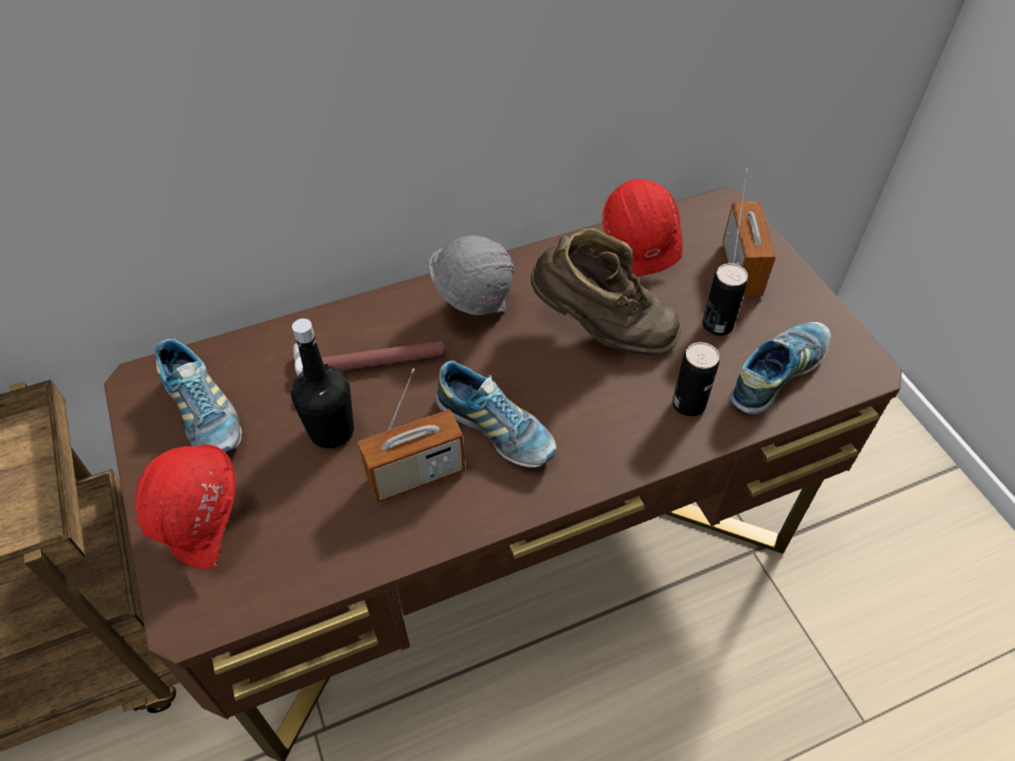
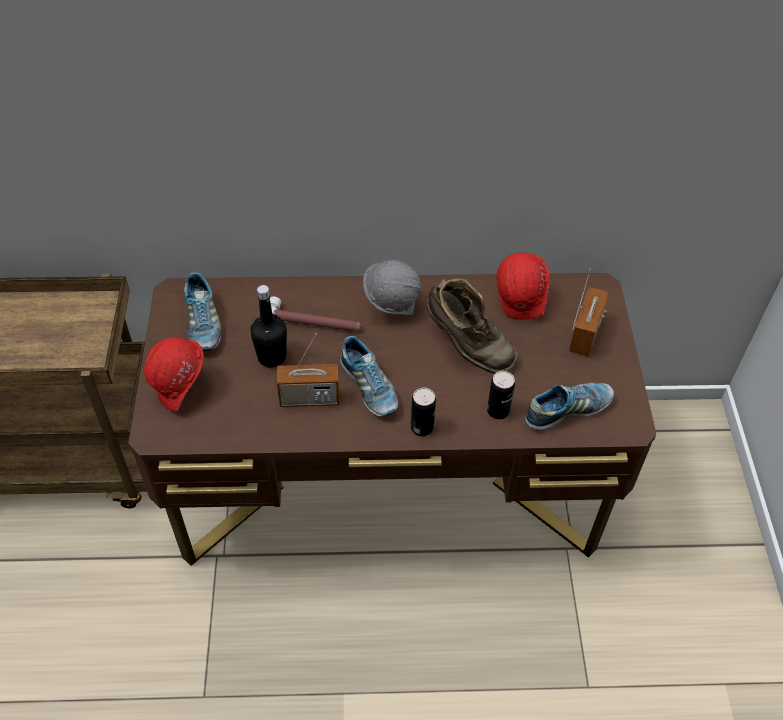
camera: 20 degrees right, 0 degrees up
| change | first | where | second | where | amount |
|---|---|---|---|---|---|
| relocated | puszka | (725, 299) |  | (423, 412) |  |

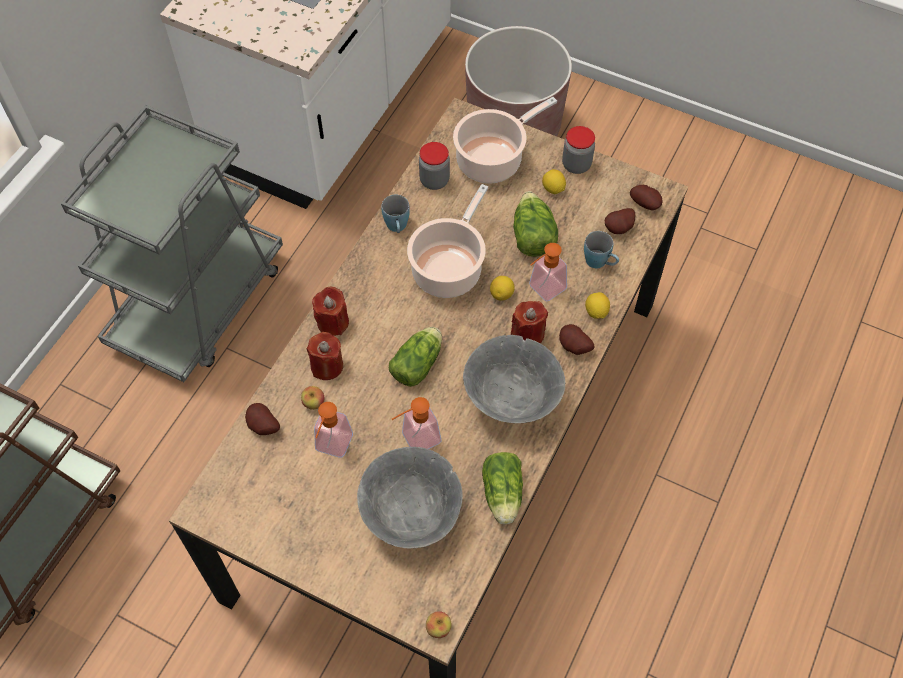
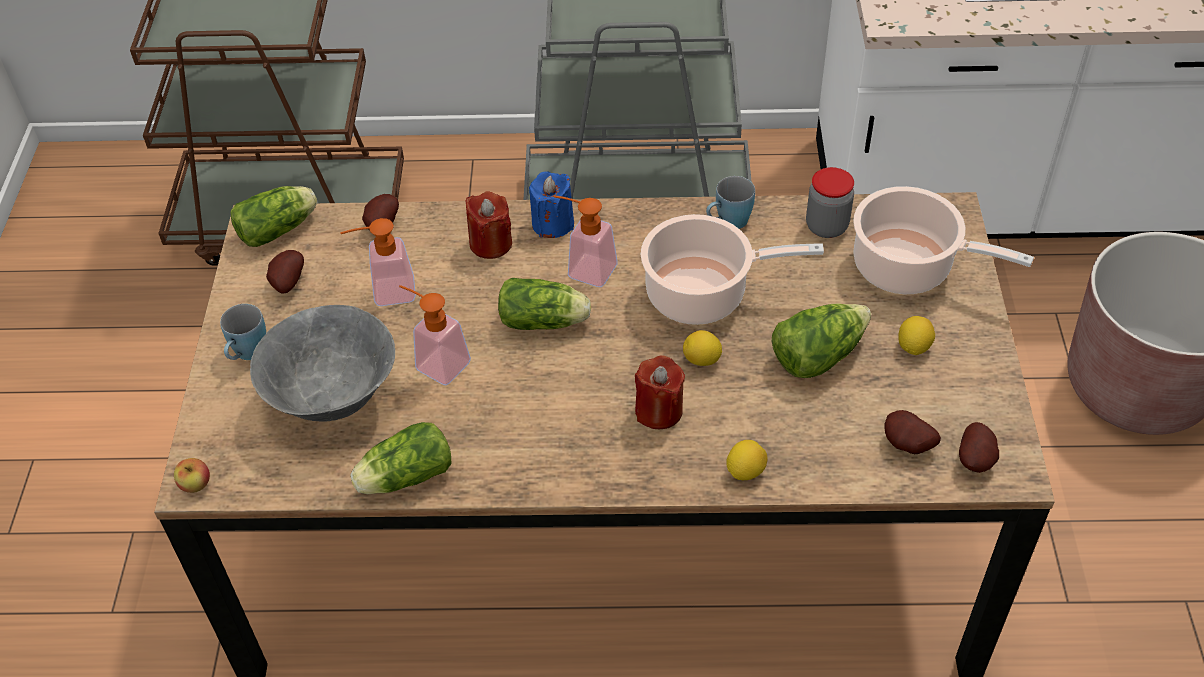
camera: 65 degrees right, 10 degrees down
| change | first | where | second | where | amount |
|---|---|---|---|---|---|
| missing | słoik | (578, 150) |  |  |  |
| relocated | kubek [niebieski] | (601, 249) |  | (243, 332) |  |
| relocated | dozownik mydła | (548, 272) |  | (585, 241) |  |
| colour | świeca [czerwony] | (330, 311) | świeca [niebieski] | (551, 204) |  |
| relocated | ziemniak | (576, 339) |  | (285, 272) |  |
| missing | miska [szary] | (514, 379) |  |  |  |
| missing | jabłko | (312, 398) |  |  |  |
| appeared |  |  | sałata | (273, 216) |  |

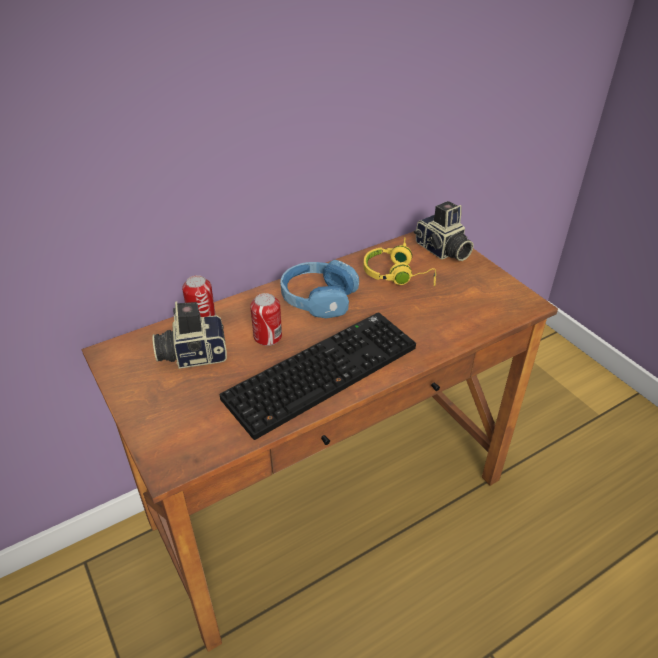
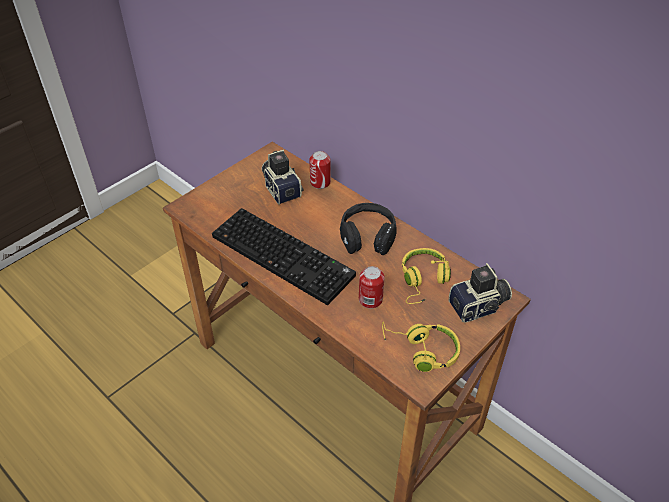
camera: 75 degrees right, 5 degrees up
| change | first | where | second | where | amount |
|---|---|---|---|---|---|
| spun | aparat fotograficzny | (444, 231) |  | (480, 293) | 150 degrees counterclockwise |
| colour | słuchawki [niebieski] | (319, 289) | słuchawki [czarny] | (368, 229) |  |
| relocated | puszka | (266, 319) |  | (372, 287) |  |
| appeared |  |  | słuchawki [żółty] | (421, 347) |  |

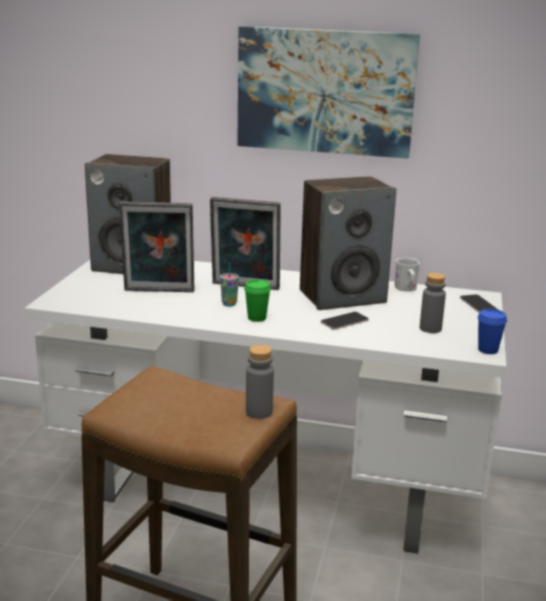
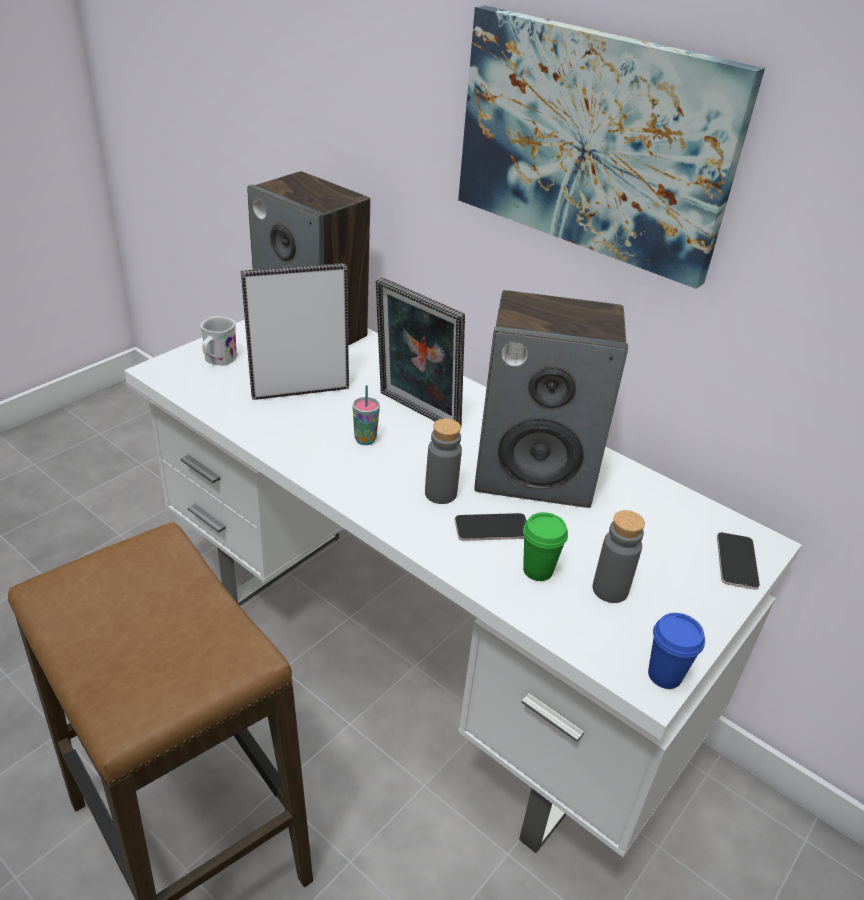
camera: 25 degrees right, 15 degrees up
| change | first | where | second | where | amount |
|---|---|---|---|---|---|
| spun | ramka na zdjęcie | (157, 247) |  | (295, 331) | 135 degrees clockwise |
| relocated | kubek [biały] | (407, 274) |  | (218, 341) |  |
| relocated | filiżanka [zielony] | (257, 300) |  | (545, 546) |  |
| relocated | butelka [szary] | (260, 382) |  | (443, 461) |  |

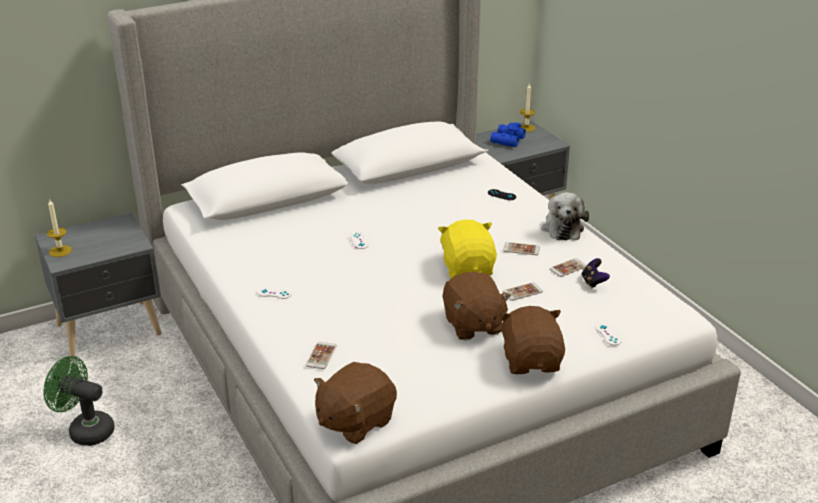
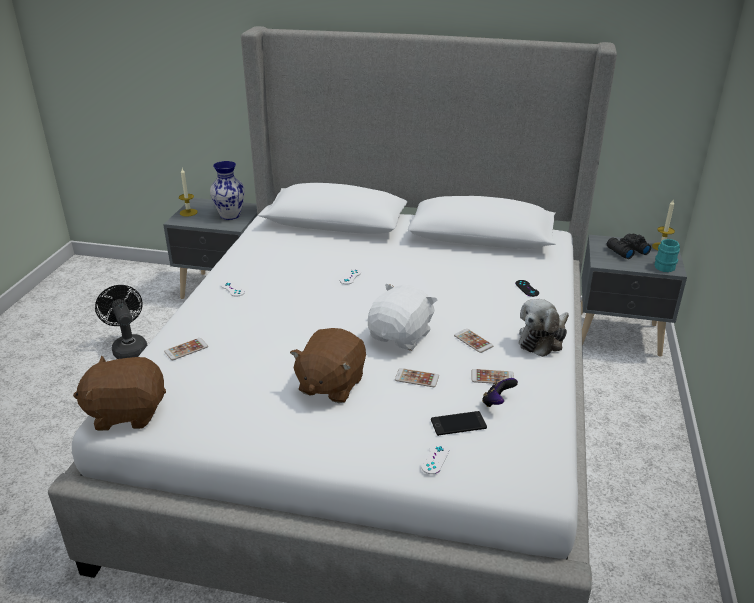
camera: 40 degrees right, 0 degrees up
| change | first | where | second | where | amount |
|---|---|---|---|---|---|
| colour | lornetka [niebieski] | (508, 134) | lornetka [czarny] | (629, 246) |  |
| colour | pluszak [żółty] | (467, 249) | pluszak [biały] | (402, 316) |  |
| missing | pluszak [brązowy] | (532, 340) |  |  |  |
| colour | wentylator [zielony] | (79, 401) | wentylator [czarny] | (121, 322) |  |
| appeared |  |  | wazon | (227, 190) |  |
| appeared |  |  | kubek [turkusowy] | (667, 255) |  |
| appeared |  |  | telefon | (459, 423) |  |

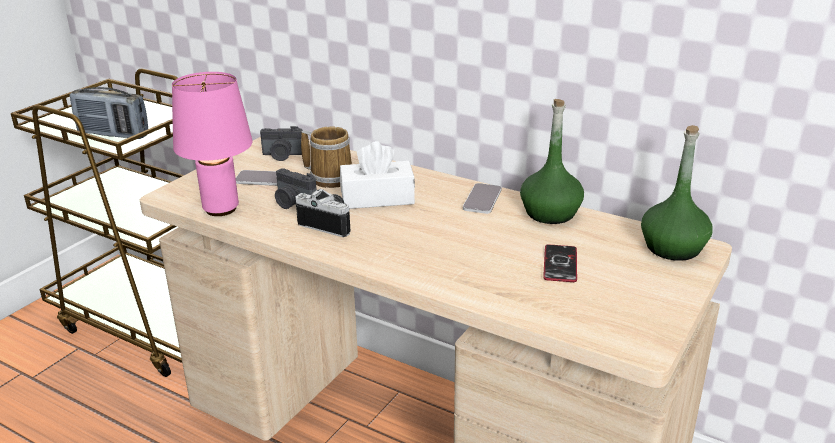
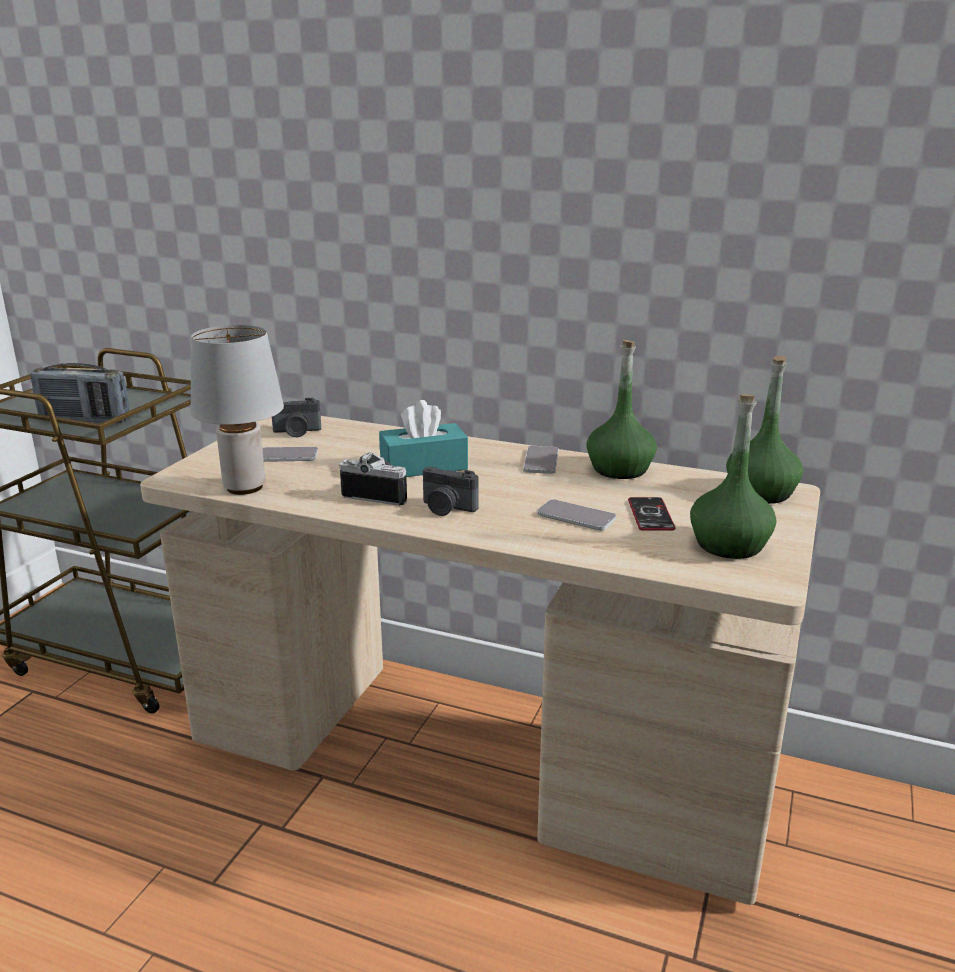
camera: 10 degrees left, 5 degrees down
| change | first | where | second | where | amount |
|---|---|---|---|---|---|
| colour | lampa stołowa [różowy] | (212, 144) | lampa stołowa [szary] | (237, 410) |  |
| missing | kubek | (326, 157) |  |  |  |
| colour | pudełko chusteczek [biały] | (377, 175) | pudełko chusteczek [turkusowy] | (423, 438) |  |
| relocated | aparat fotograficzny | (296, 188) |  | (451, 491) |  |
| appeared |  |  | butelka [zielony] | (733, 476) |  |
| appeared |  |  | telefon | (576, 514) |  |

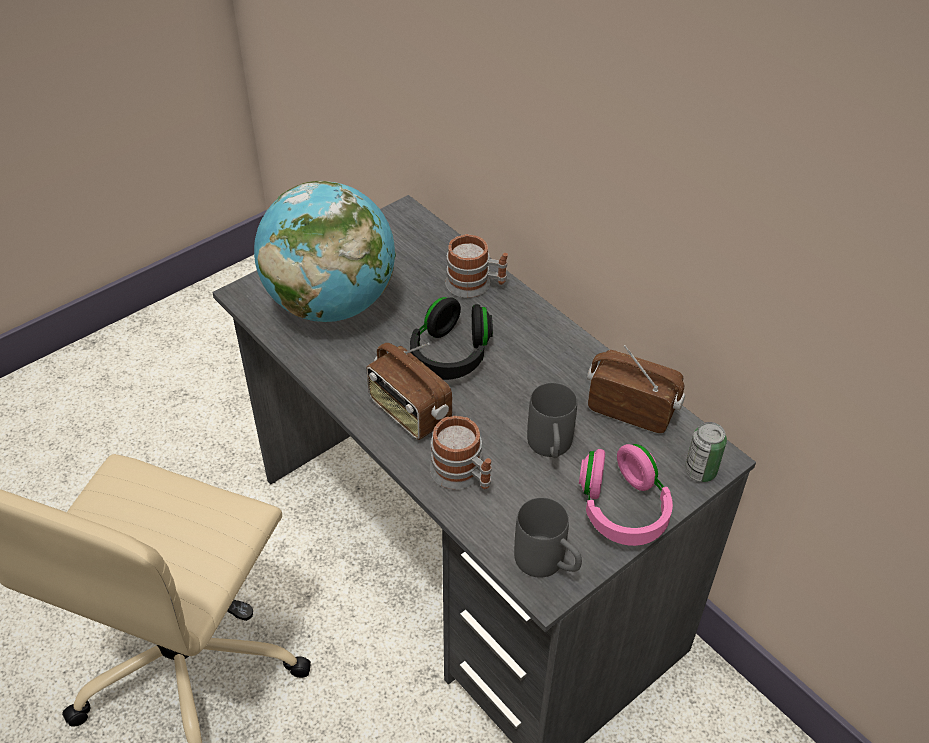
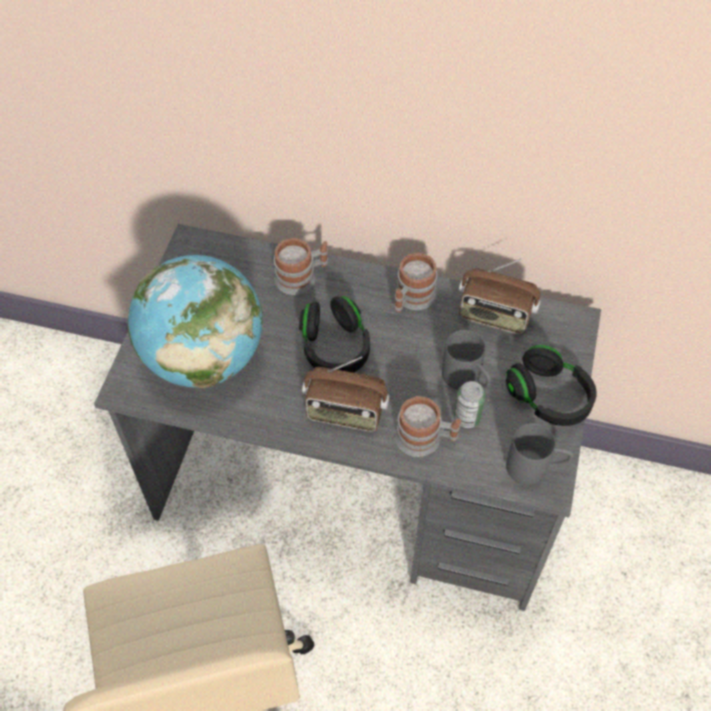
camera: 35 degrees left, 10 degrees up
| change | first | where | second | where | amount |
|---|---|---|---|---|---|
| spun | radio | (636, 389) |  | (499, 296) | 150 degrees counterclockwise |
| relocated | puszka | (706, 452) |  | (470, 404) |  |
| colour | słuchawki [różowy] | (626, 495) | słuchawki [czarny] | (551, 385) |  |
| appeared |  |  | kubek | (415, 283) |  |

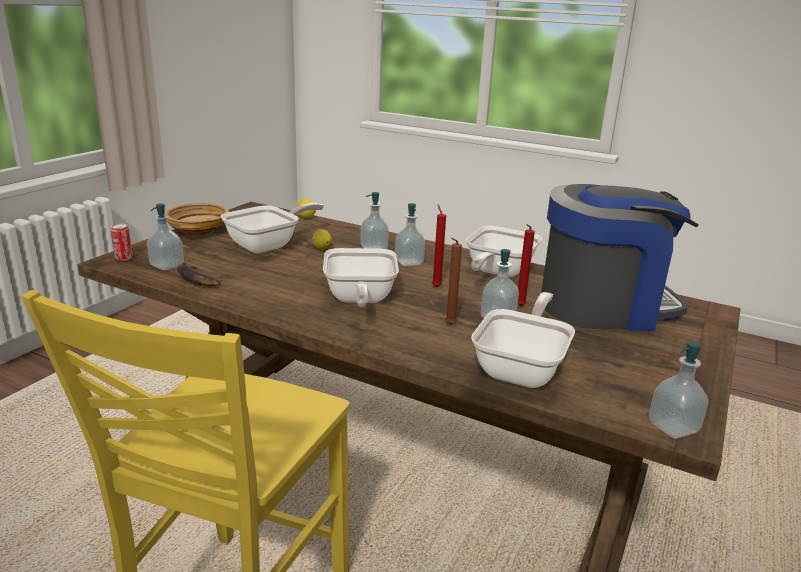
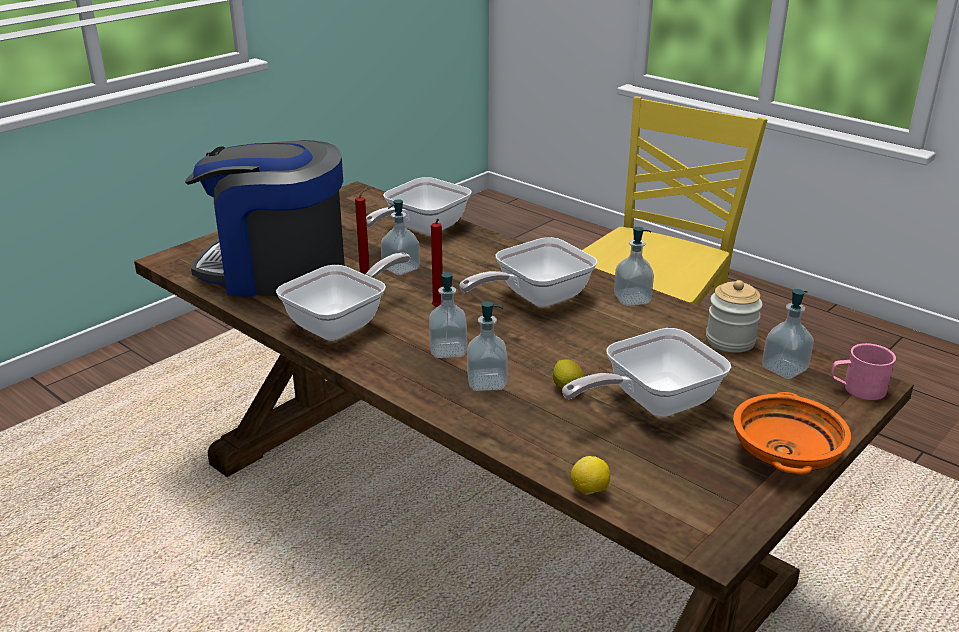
camera: 165 degrees left, 5 degrees up
| change | first | where | second | where | amount |
|---|---|---|---|---|---|
| colour | miska [beżowy] | (196, 219) | miska [pomarańczowy] | (792, 433) |  |
| exchanged | puszka | (121, 242) | kubek [różowy] | (863, 371) |  |
| missing | świeca [brązowy] | (453, 281) |  |  |  |
| spun | patelnia | (361, 277) |  | (529, 272) | 135 degrees counterclockwise |
| exchanged | banan | (199, 274) | słoik | (734, 316) |  |
| relocated | dozownik mydła | (679, 390) |  | (634, 266) |  |

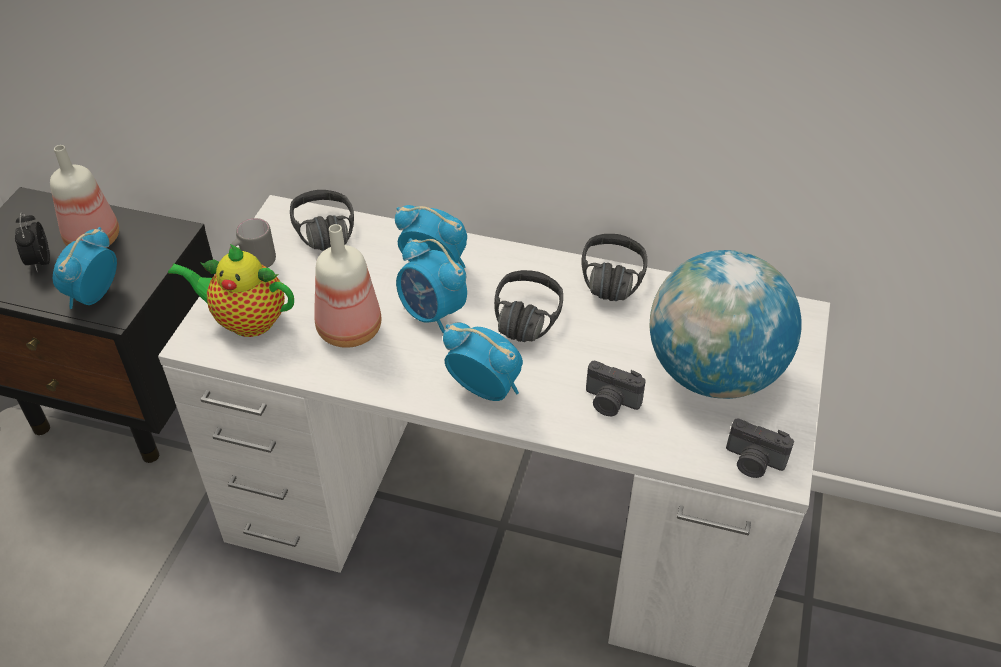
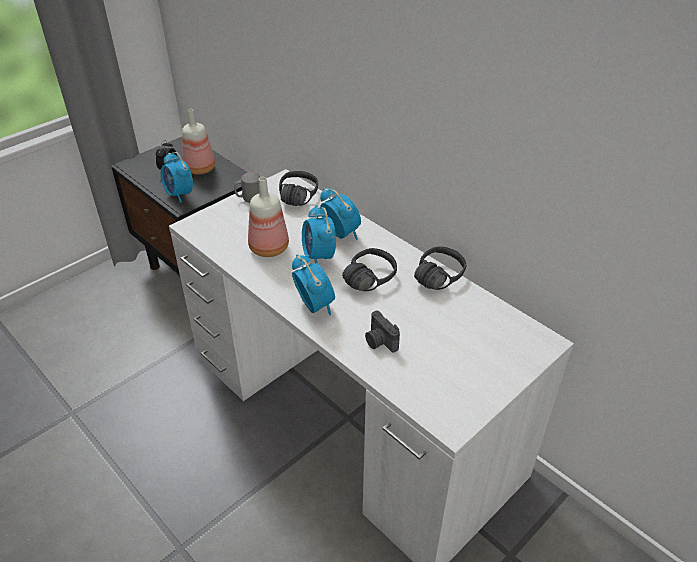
camera: 30 degrees right, 5 degrees down
| change | first | where | second | where | amount |
|---|---|---|---|---|---|
| spun | budzik | (85, 268) |  | (177, 177) | 90 degrees counterclockwise |
| missing | imbryk | (231, 290) |  |  |  |
| missing | globus | (725, 324) |  |  |  |
| missing | aparat fotograficzny | (760, 448) |  |  |  |

